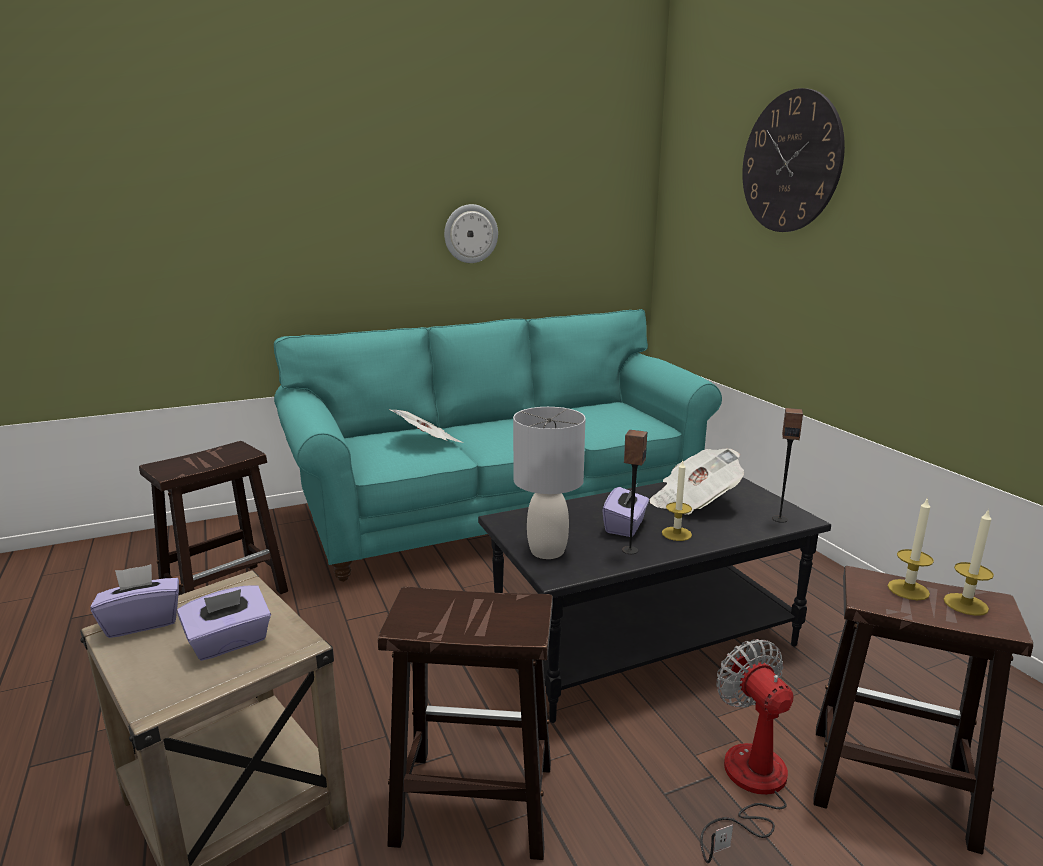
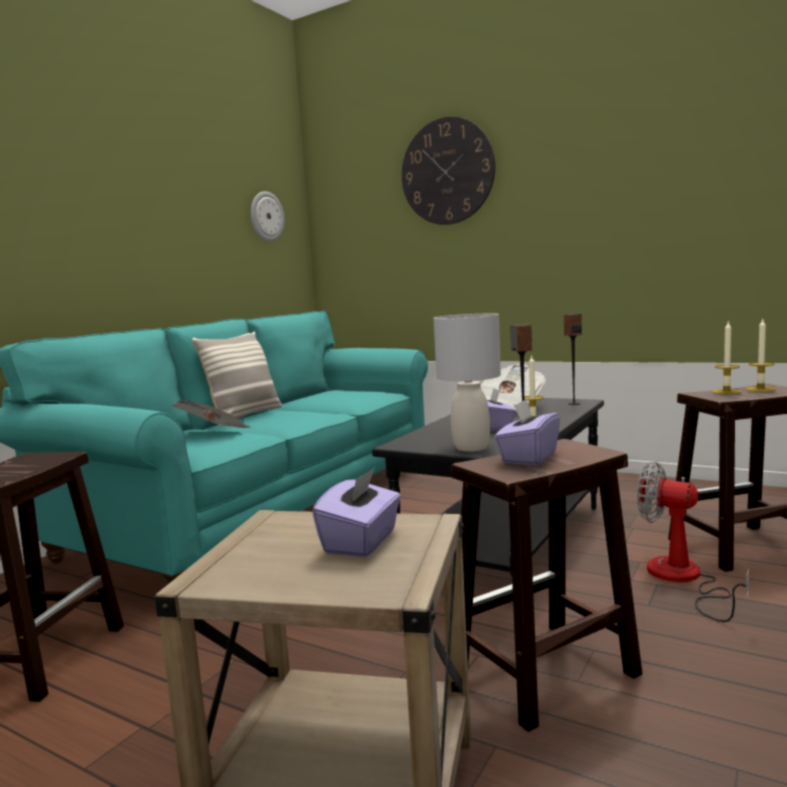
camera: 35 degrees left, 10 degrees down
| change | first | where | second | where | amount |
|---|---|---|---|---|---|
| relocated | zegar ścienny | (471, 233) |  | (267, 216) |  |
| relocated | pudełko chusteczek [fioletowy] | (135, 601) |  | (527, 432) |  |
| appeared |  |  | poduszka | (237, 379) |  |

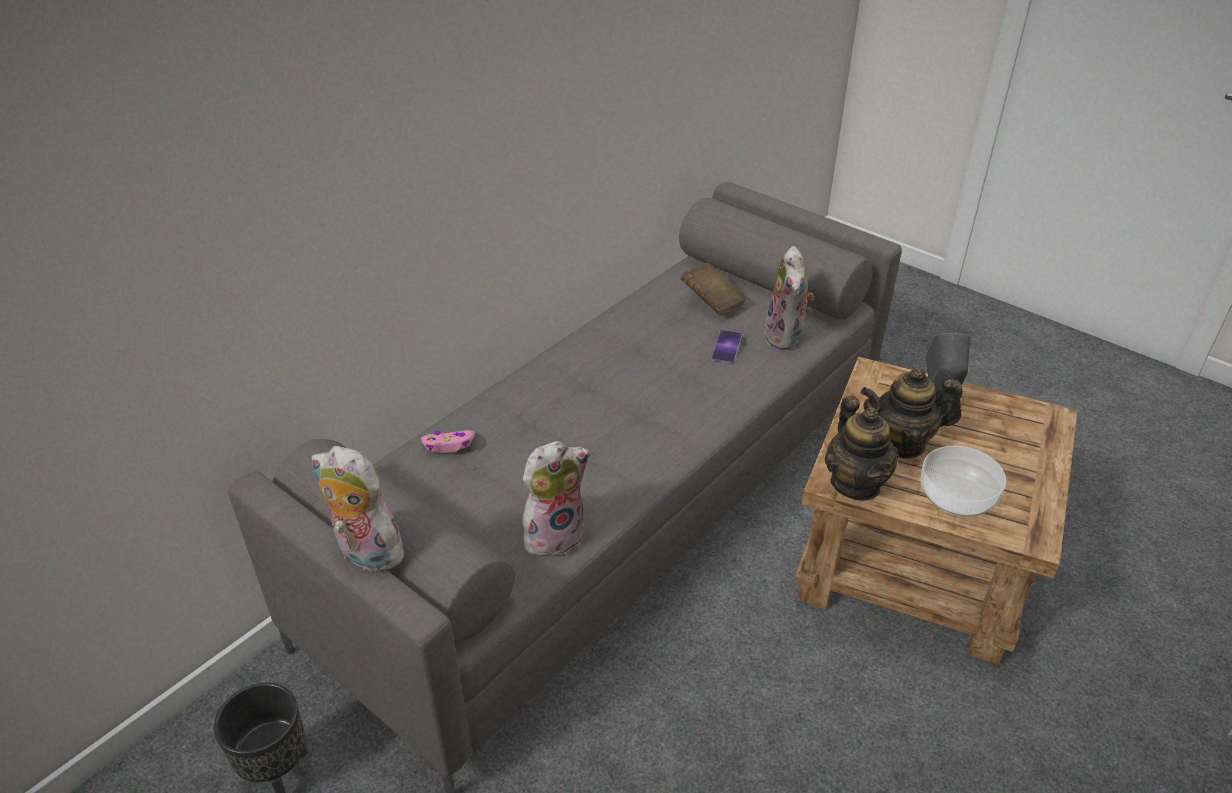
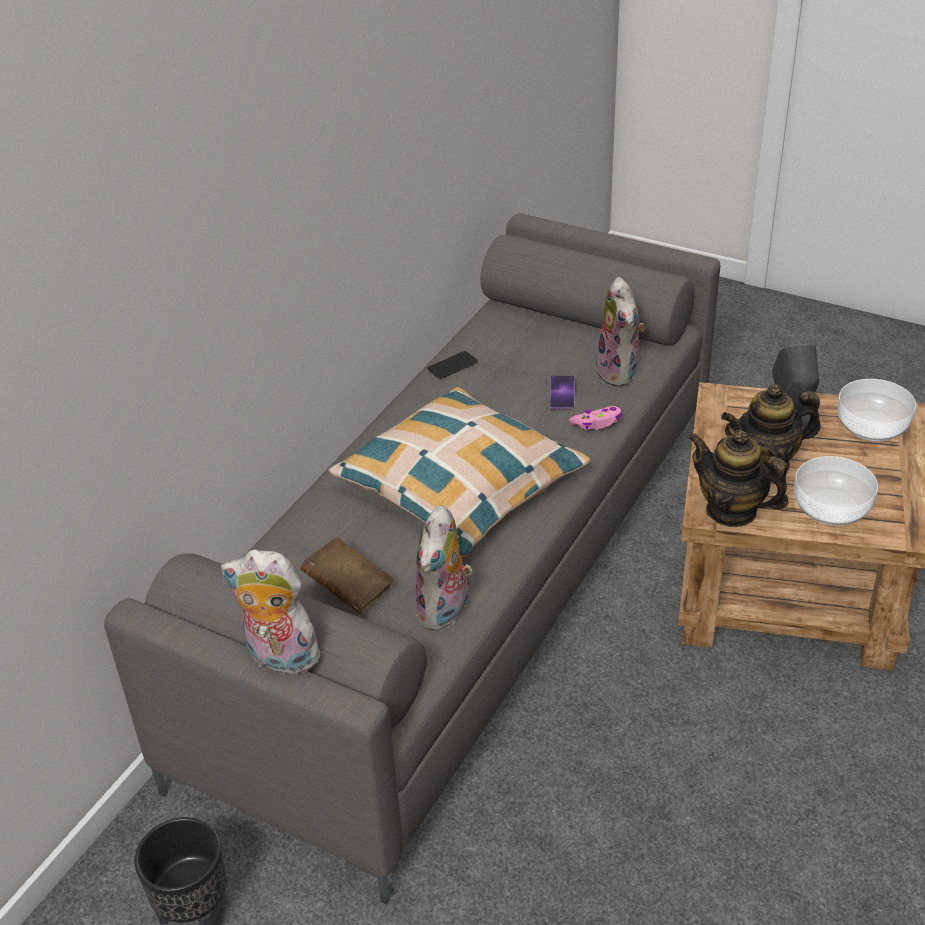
camera: 10 degrees left, 0 degrees up
| change | first | where | second | where | amount |
|---|---|---|---|---|---|
| relocated | książka [brązowy] | (714, 289) |  | (347, 575) |  |
| spun | imbryk | (862, 448) |  | (738, 478) | 150 degrees clockwise |
| relocated | pad do gier [różowy] | (448, 441) |  | (595, 418) |  |
| spun | pluszak | (556, 499) |  | (444, 568) | 150 degrees clockwise |
| appeared |  |  | telefon | (452, 365) |  |
| appeared |  |  | miska | (876, 410) |  |
| appeared |  |  | poduszka | (459, 472) |  |

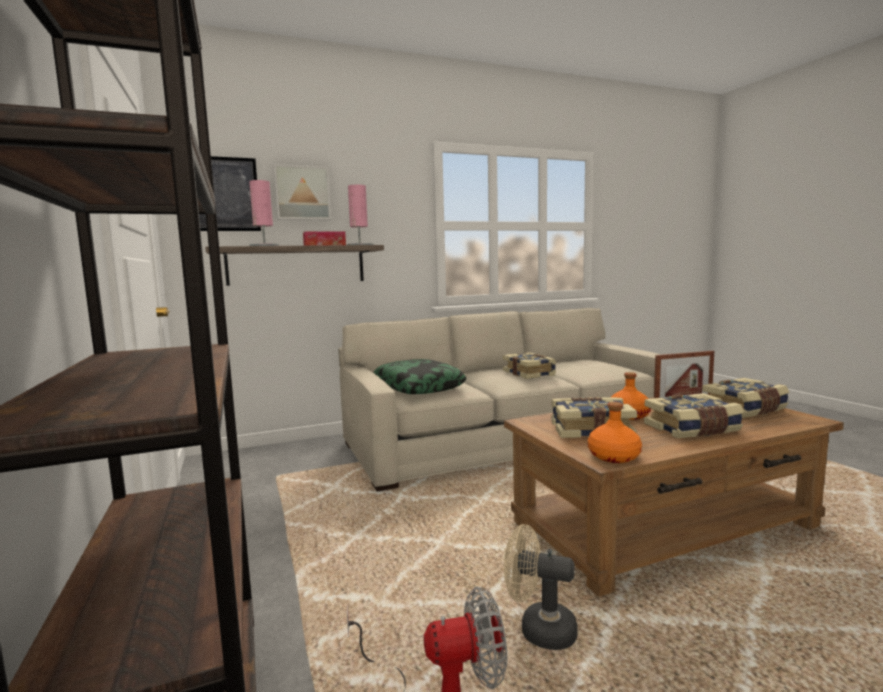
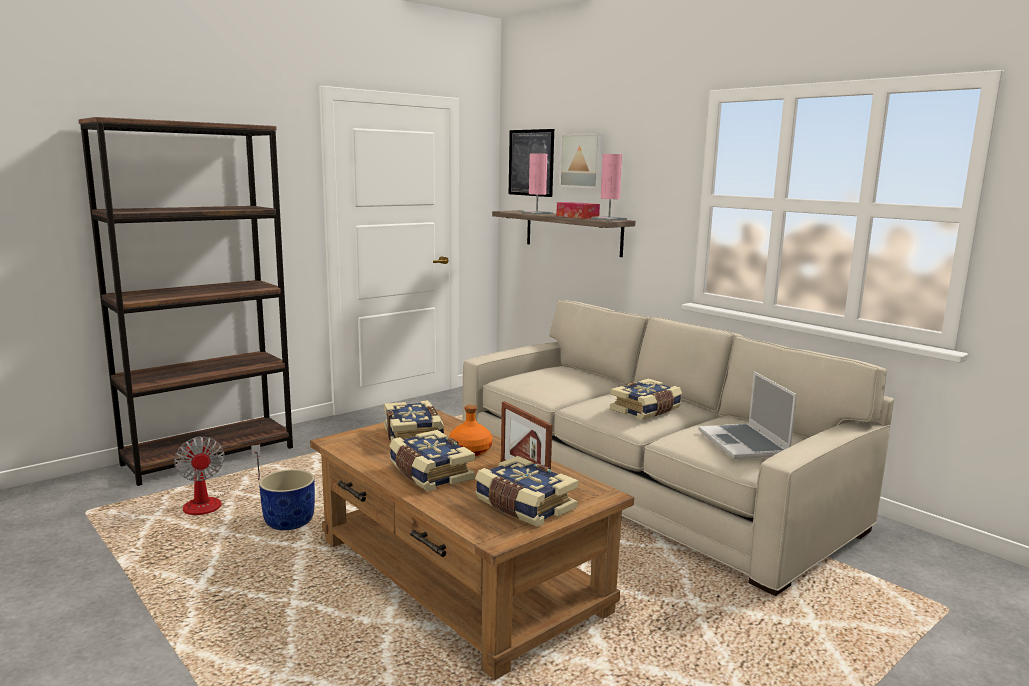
camera: 70 degrees right, 5 degrees up
| change | first | where | second | where | amount |
|---|---|---|---|---|---|
| missing | poduszka | (420, 376) |  |  |  |
| missing | butelka [pomarańczowy] | (615, 432) |  |  |  |
| exchanged | wentylator [beżowy] | (541, 587) | donica [niebieski] | (287, 499) |  |
| appeared |  |  | laptop | (748, 415) |  |

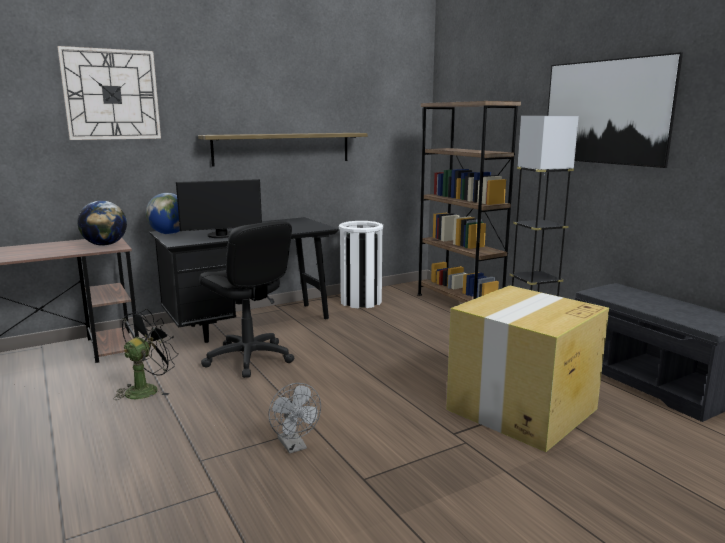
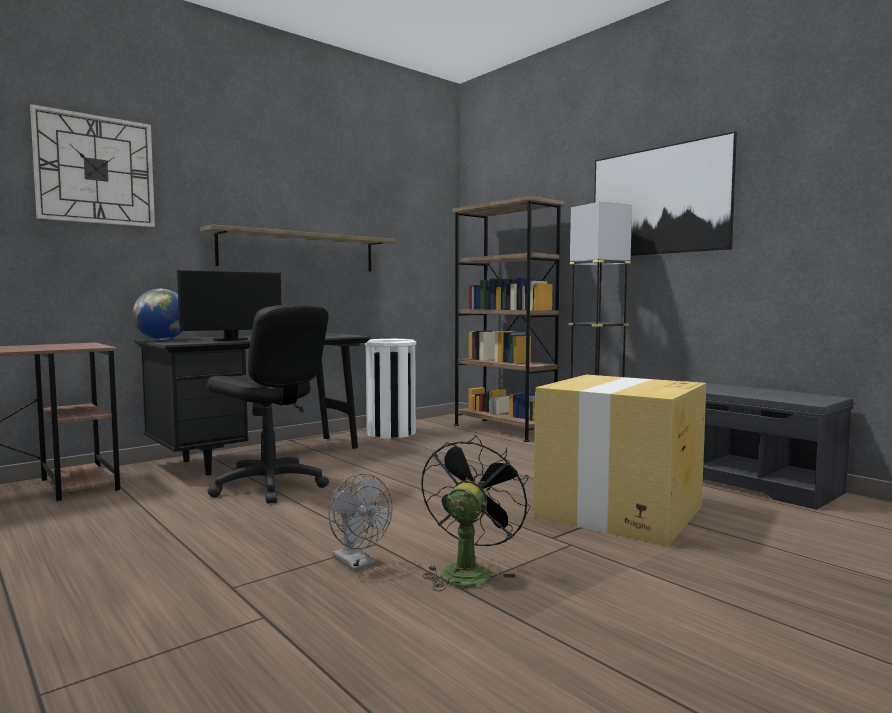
camera: 10 degrees left, 10 degrees down
| change | first | where | second | where | amount |
|---|---|---|---|---|---|
| missing | globus | (102, 223) |  |  |  |
| relocated | wentylator [czarny] | (145, 354) |  | (475, 513) |  |

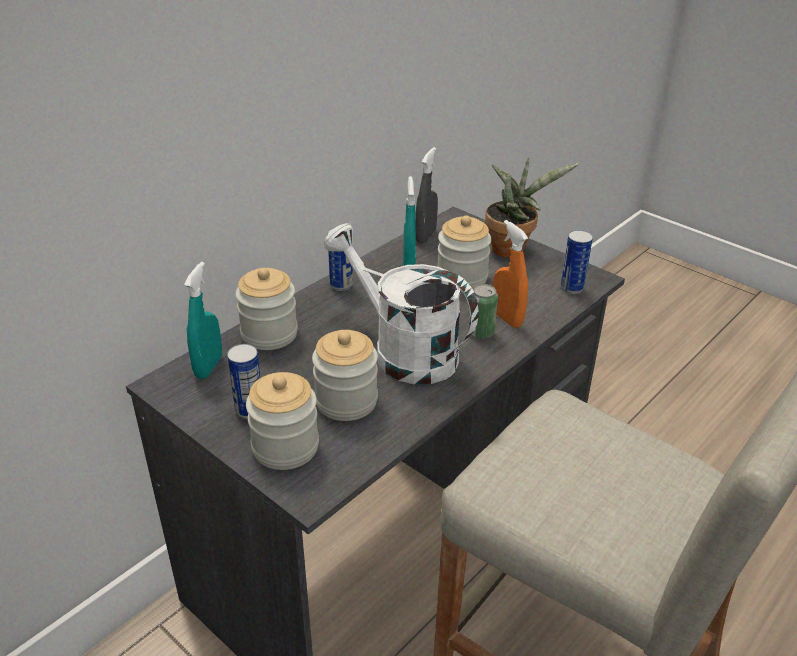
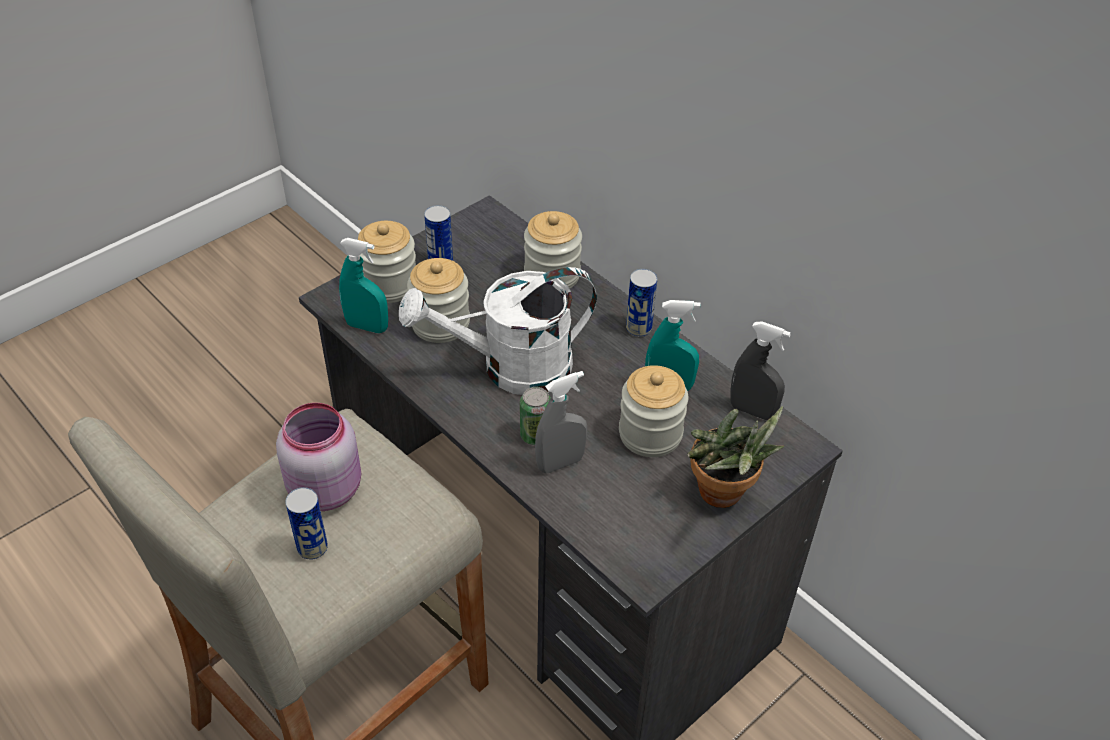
camera: 95 degrees right, 10 degrees up
| change | first | where | second | where | amount |
|---|---|---|---|---|---|
| colour | spryskiwacz [pomarańczowy] | (510, 274) | spryskiwacz [szary] | (561, 422) |  |
| spun | konewka [biały] | (401, 303) |  | (498, 331) | 150 degrees counterclockwise |
| relocated | puszka | (577, 262) |  | (306, 523) |  |
| relocated | spryskiwacz [turkusowy] | (203, 320) |  | (363, 285) |  |
| appeared |  |  | słoik [różowy] | (318, 457) |  |

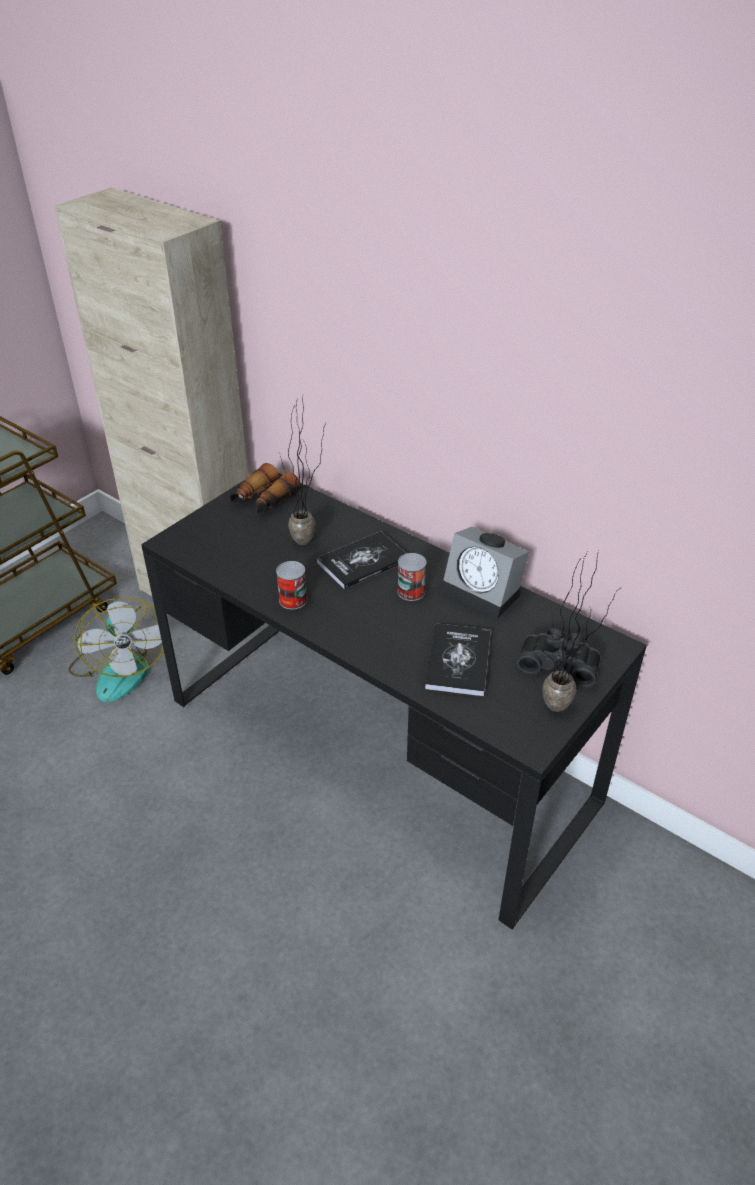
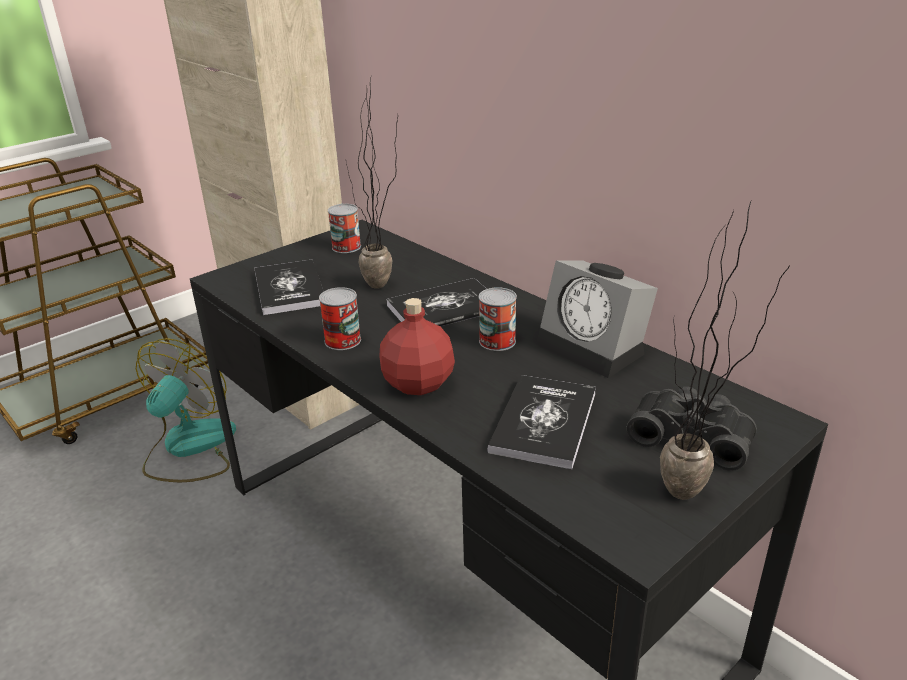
camera: 10 degrees right, 10 degrees down
| change | first | where | second | where | amount |
|---|---|---|---|---|---|
| exchanged | lornetka | (265, 488) | puszka | (344, 228) |  |
| spun | wentylator | (116, 649) |  | (186, 410) | 150 degrees counterclockwise |
| appeared |  |  | książka | (289, 287) |  |
| appeared |  |  | butelka [czerwony] | (417, 346) |  |

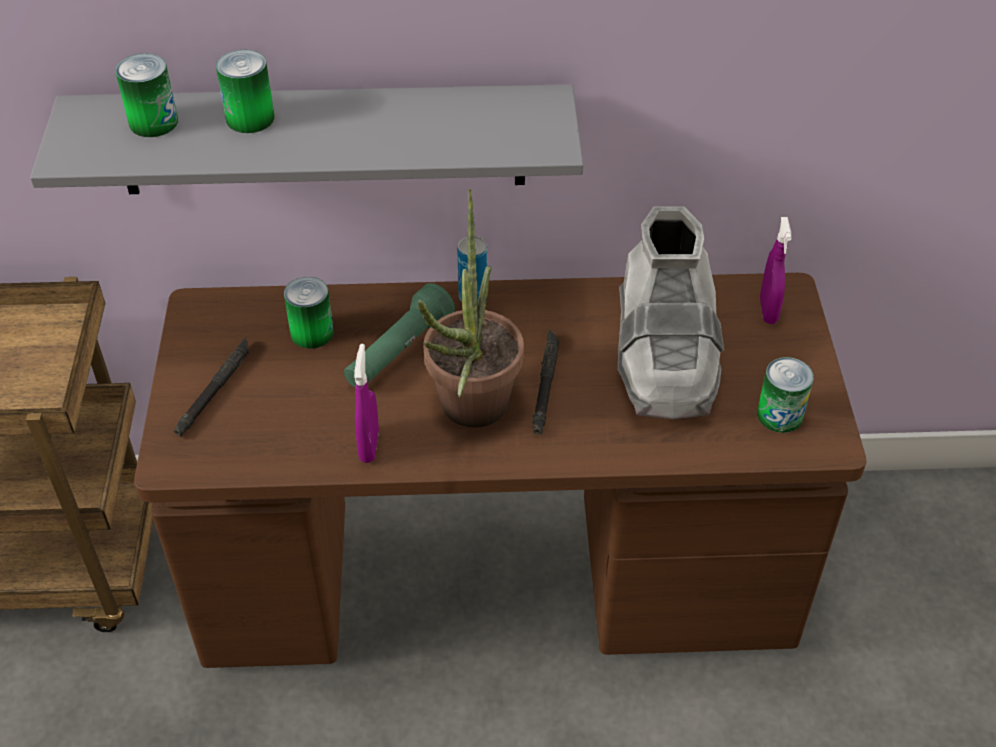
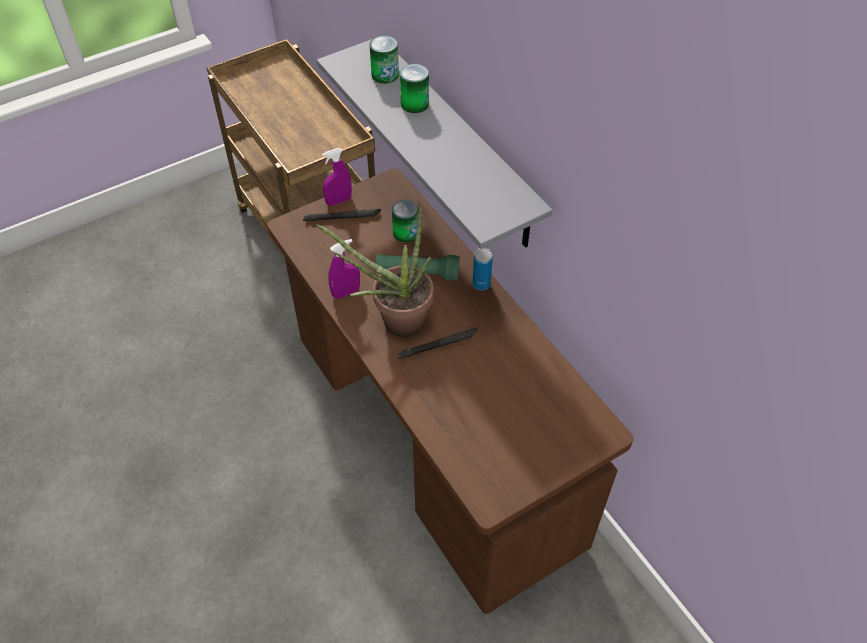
camera: 60 degrees right, 5 degrees up
| change | first | where | second | where | amount |
|---|---|---|---|---|---|
| missing | but z cholewką [szary] | (671, 313) |  |  |  |
| relocated | spryskiwacz [fioletowy] | (775, 270) |  | (337, 177) |  |
| missing | puszka | (785, 395) |  |  |  |

